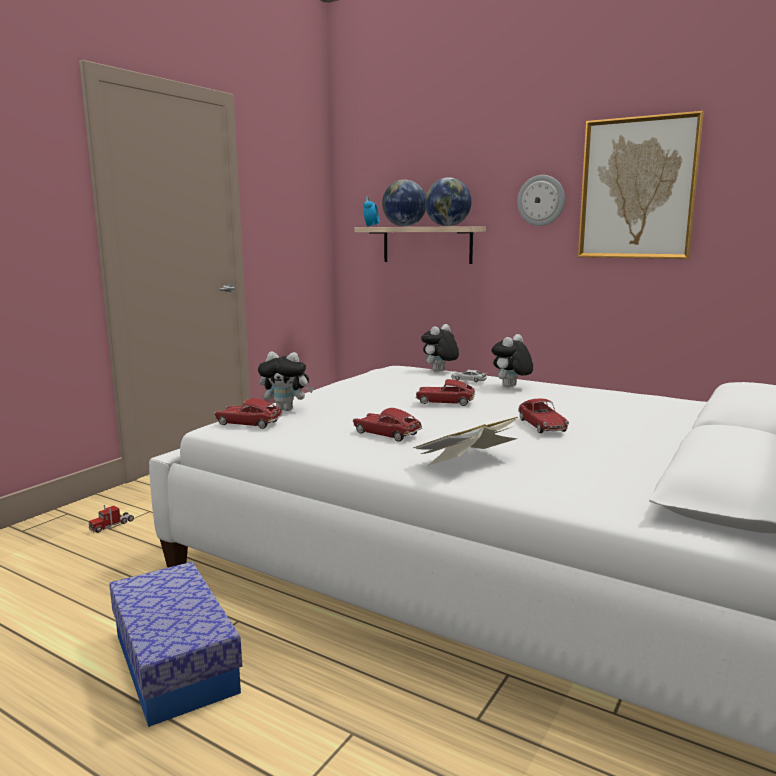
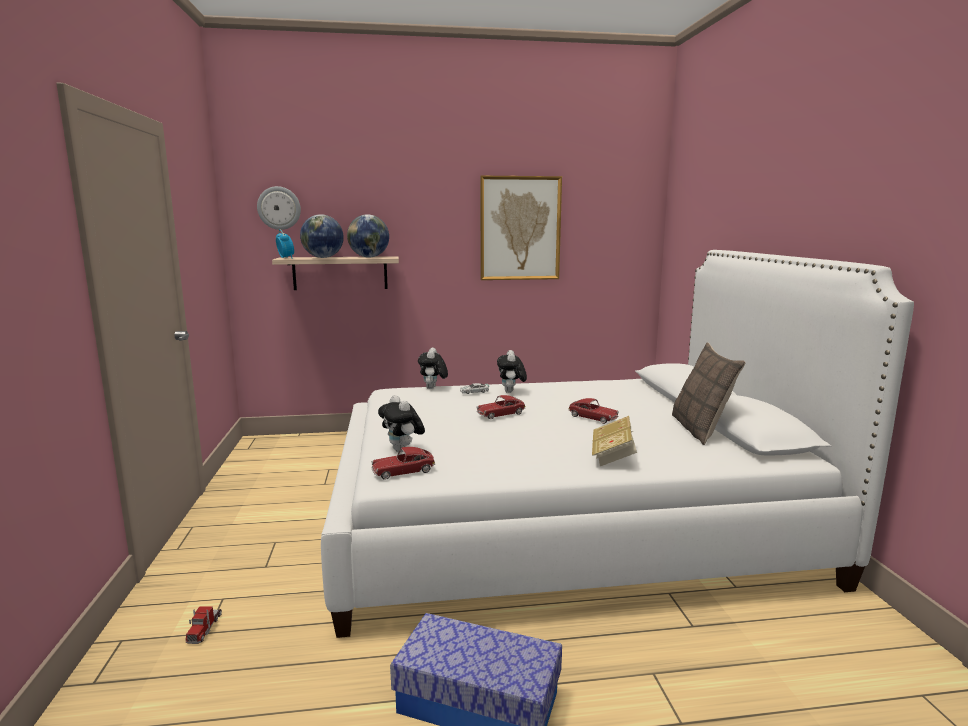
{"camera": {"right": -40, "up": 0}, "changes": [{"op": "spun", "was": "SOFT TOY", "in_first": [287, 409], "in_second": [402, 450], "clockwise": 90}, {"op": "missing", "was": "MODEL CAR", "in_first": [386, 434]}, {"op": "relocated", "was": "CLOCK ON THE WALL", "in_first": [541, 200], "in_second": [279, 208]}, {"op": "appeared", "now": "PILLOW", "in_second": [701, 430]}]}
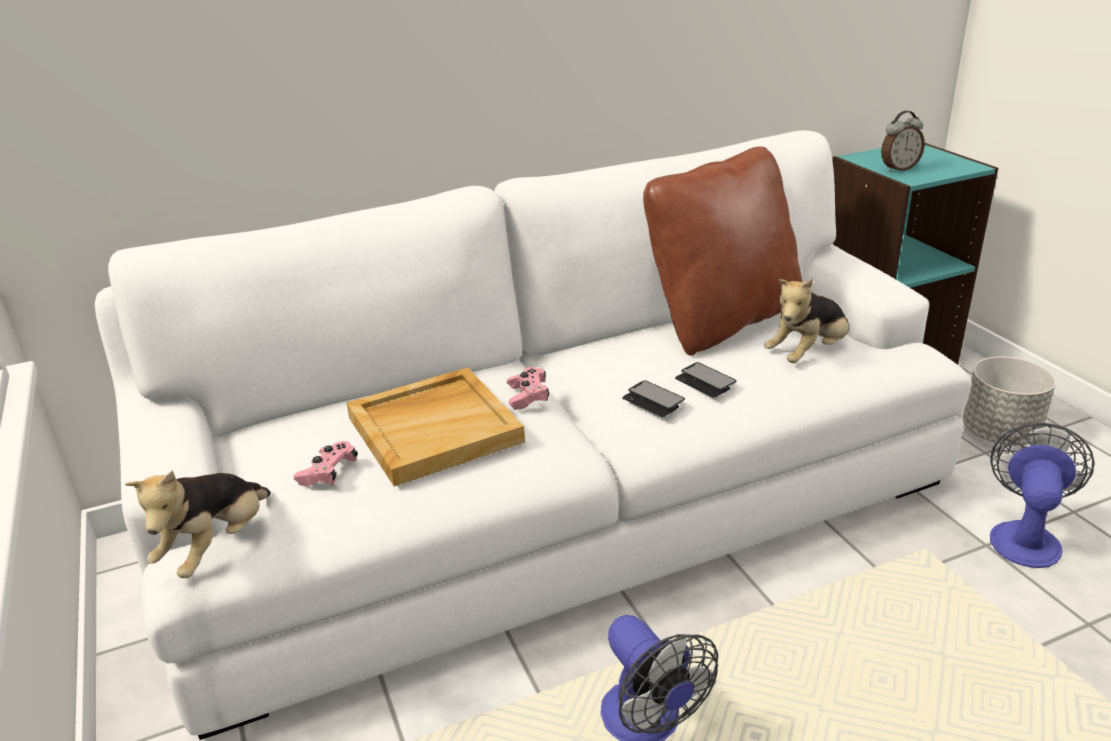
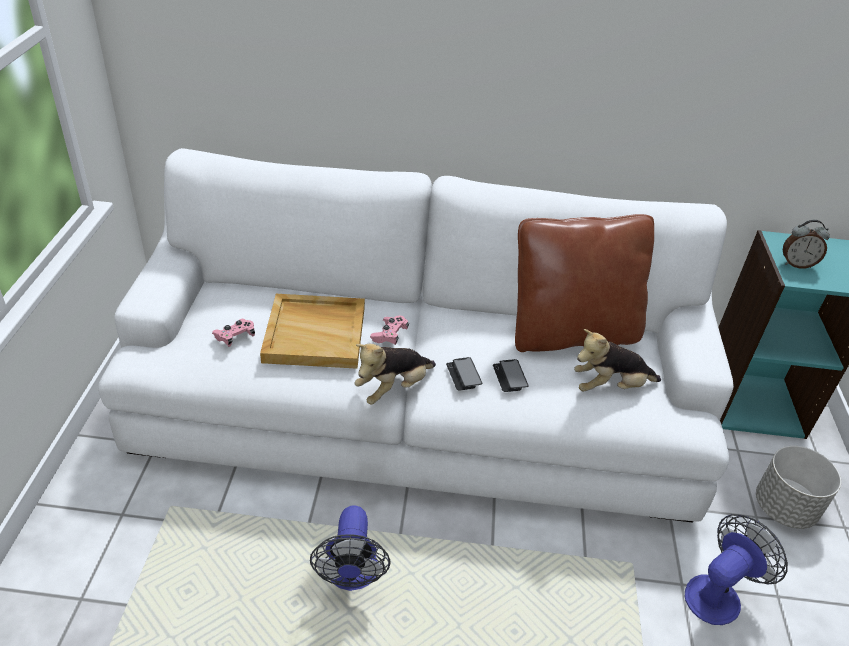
{"camera": {"right": 25, "up": 10}, "changes": [{"op": "relocated", "was": "SOFT TOY", "in_first": [216, 547], "in_second": [393, 388]}]}
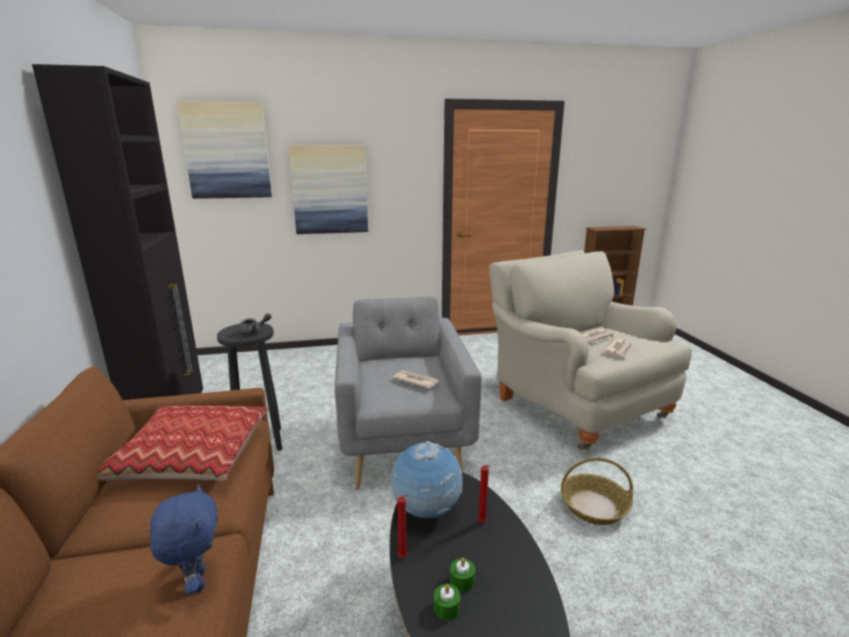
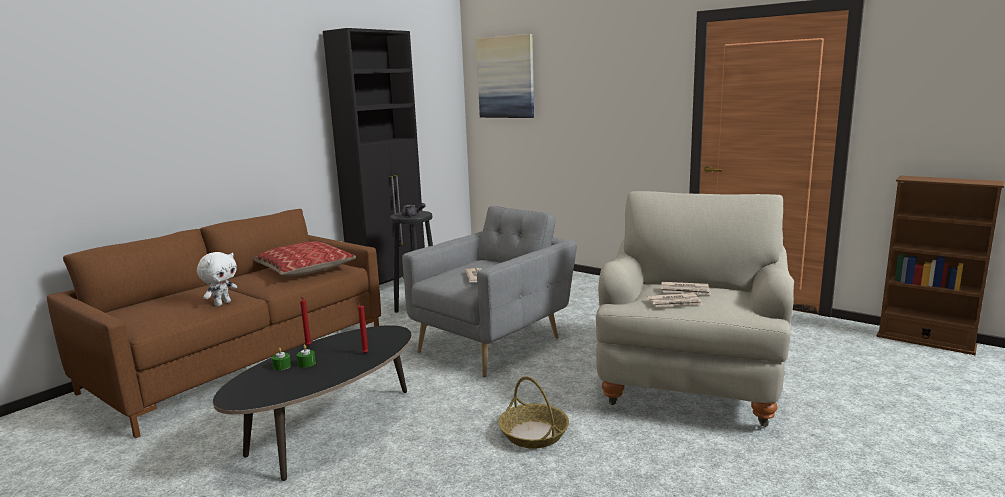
{"camera": {"right": 50, "up": -5}, "changes": [{"op": "colour", "was": "BLUE-COLOURED SOFT TOY", "now": "WHITE-COLOURED SOFT TOY", "in_first": [196, 581], "in_second": [222, 303]}, {"op": "missing", "was": "WALL ART", "in_first": [330, 190]}, {"op": "missing", "was": "GLOBE", "in_first": [426, 511]}]}
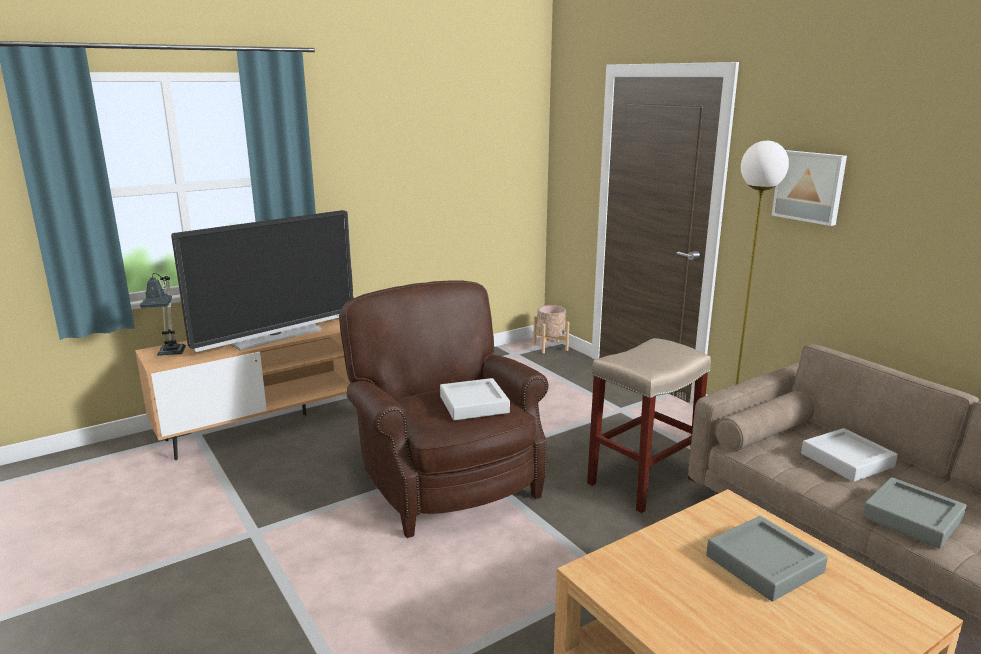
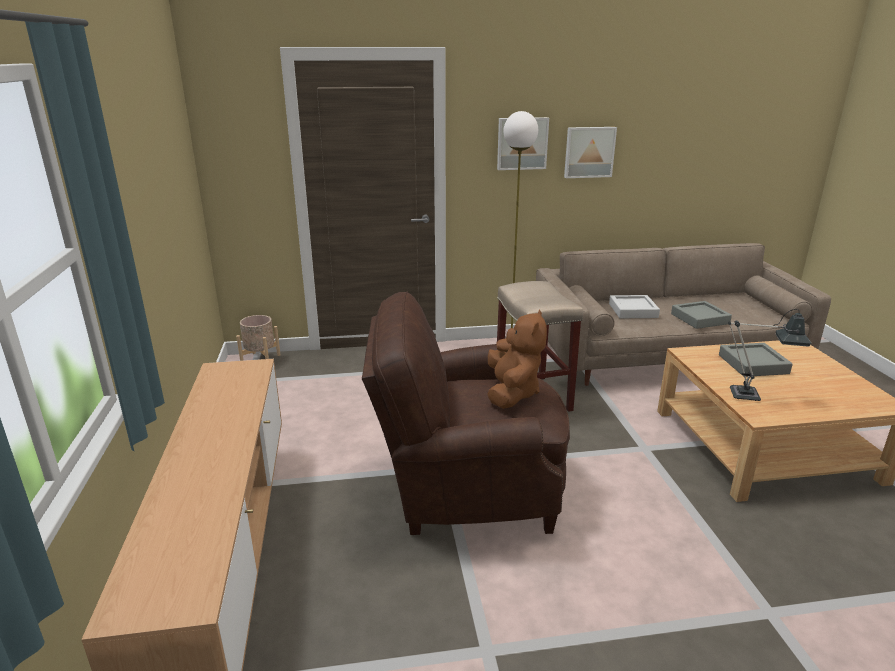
{"camera": {"right": -65, "up": 5}, "changes": [{"op": "relocated", "was": "TABLE LAMP", "in_first": [170, 354], "in_second": [752, 395]}, {"op": "missing", "was": "TV", "in_first": [276, 336]}, {"op": "exchanged", "was": "GRAY SERVING TRAY", "now": "BROWNISH SOFT TOY", "in_first": [474, 404], "in_second": [512, 393]}, {"op": "appeared", "now": "WALL ART", "in_second": [589, 152]}]}
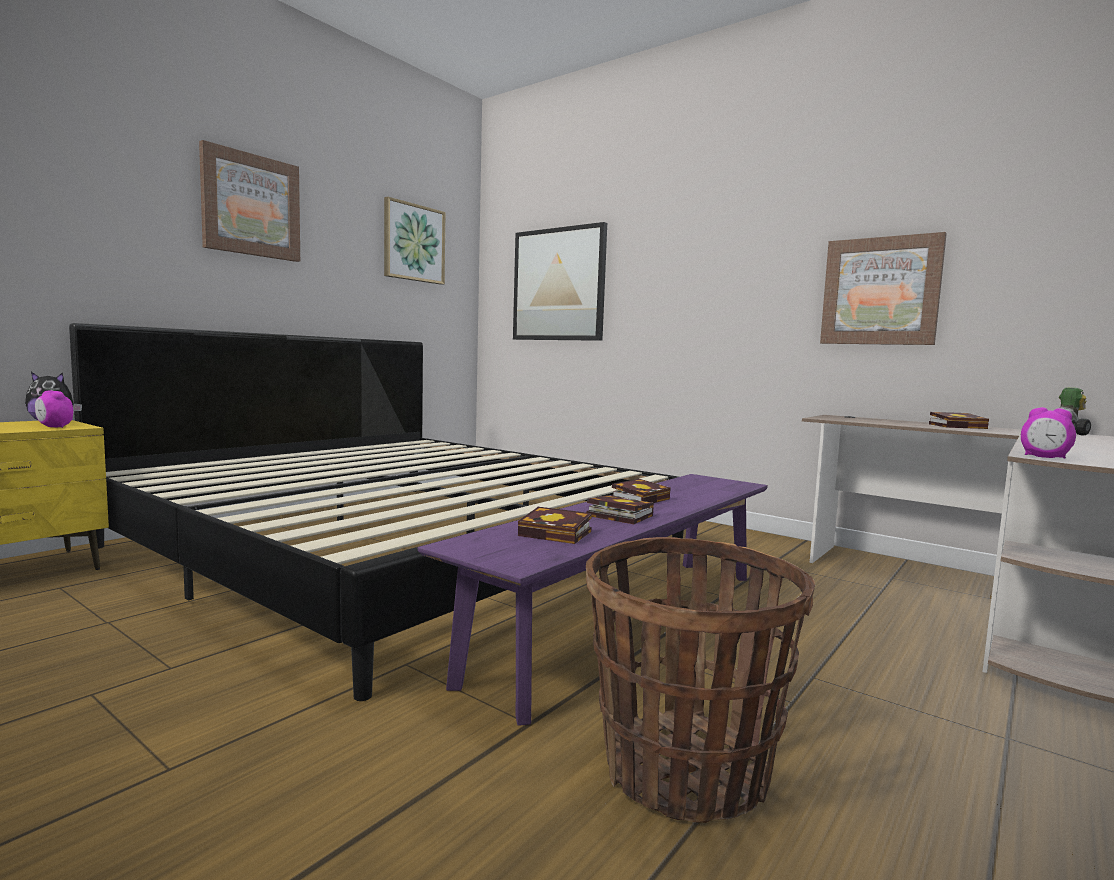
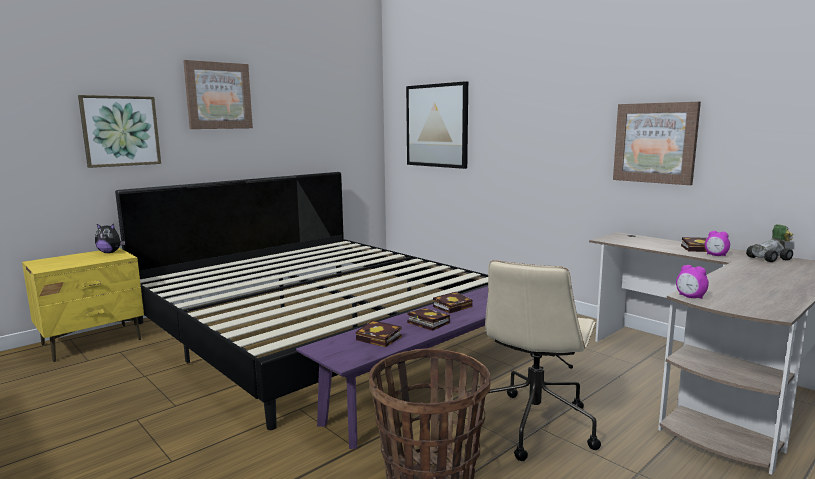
{"camera": {"right": 10, "up": 5}, "changes": [{"op": "relocated", "was": "ALARM CLOCK", "in_first": [54, 427], "in_second": [716, 255]}, {"op": "relocated", "was": "WALL ART", "in_first": [414, 243], "in_second": [120, 131]}, {"op": "appeared", "now": "BEIGE DESK CHAIR", "in_second": [534, 424]}]}
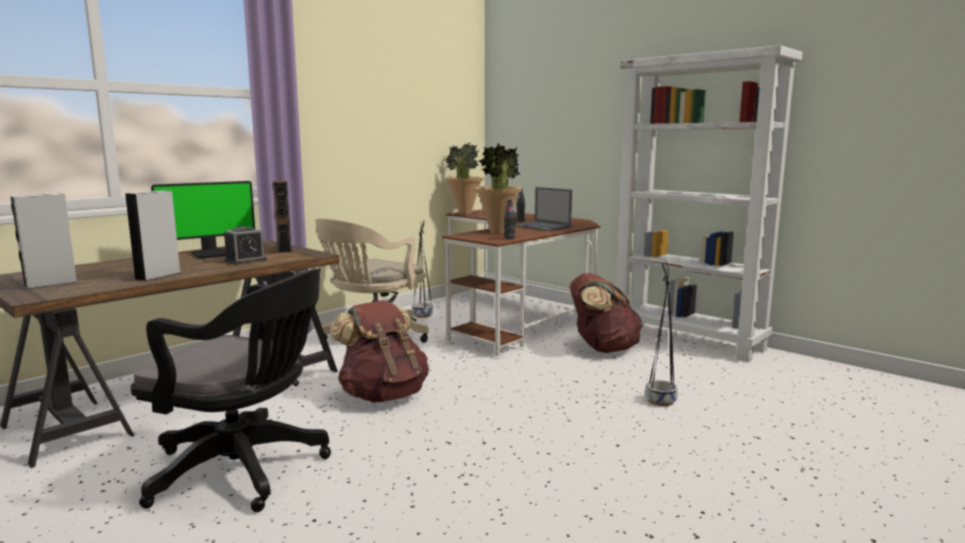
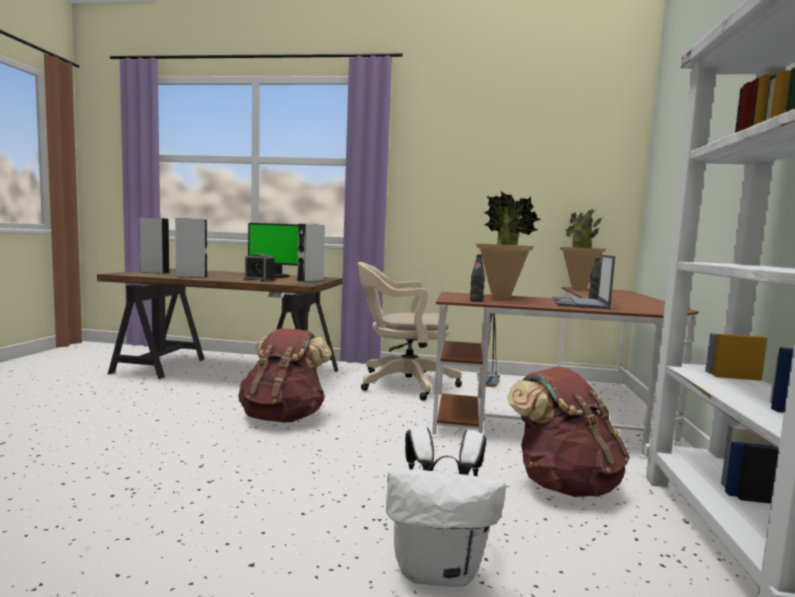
{"camera": {"right": 55, "up": -5}, "changes": [{"op": "missing", "was": "BLACKISH DESK CHAIR", "in_first": [245, 471]}, {"op": "colour", "was": "BROWNISH SPEAKER", "now": "GRAY SPEAKER", "in_first": [284, 250], "in_second": [310, 280]}, {"op": "exchanged", "was": "BLACKISH PLANTER", "now": "WHITE-COLOURED RUCKSACK", "in_first": [660, 400], "in_second": [439, 569]}]}
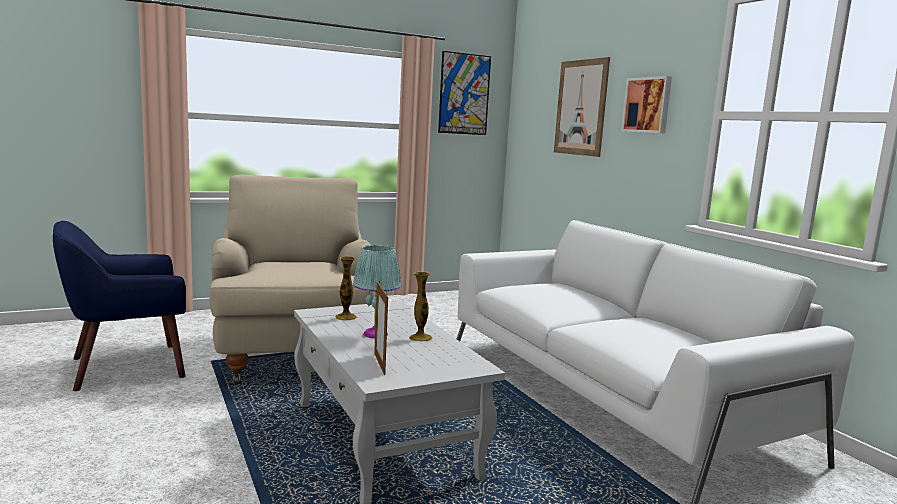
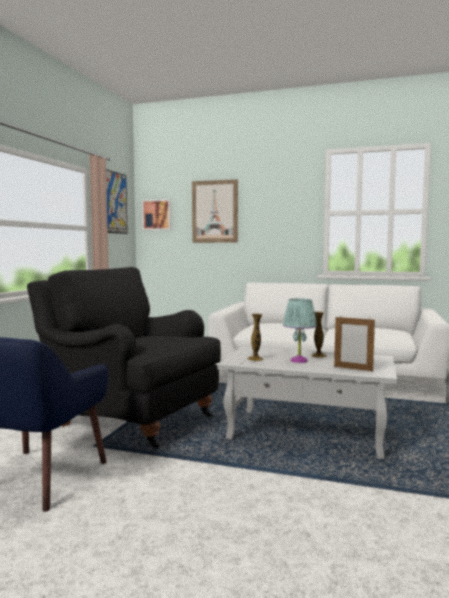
{"camera": {"right": -45, "up": -5}, "changes": [{"op": "colour", "was": "BEIGE ARMCHAIR", "now": "BLACKISH ARMCHAIR", "in_first": [294, 351], "in_second": [130, 418]}, {"op": "relocated", "was": "WALL ART", "in_first": [648, 105], "in_second": [157, 215]}]}
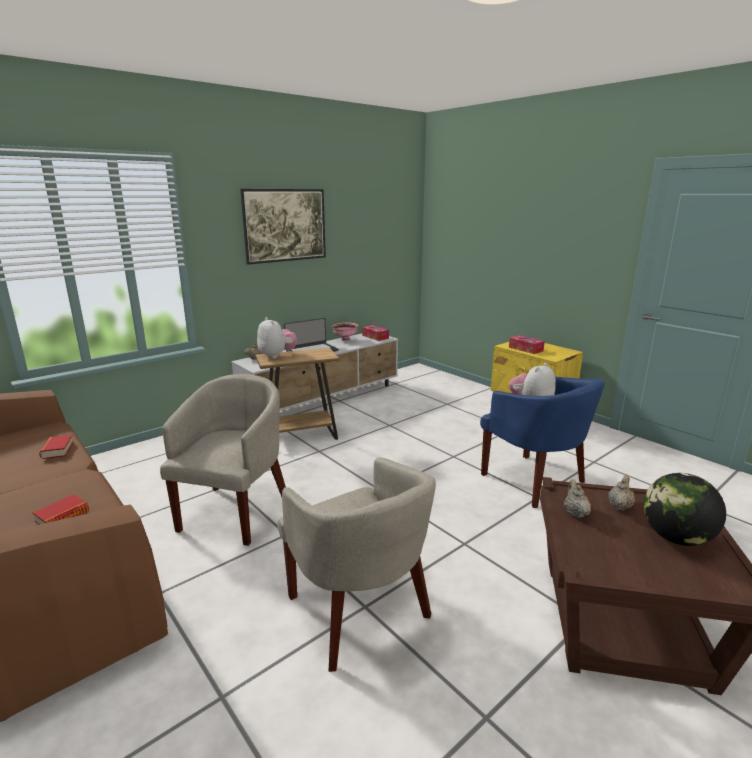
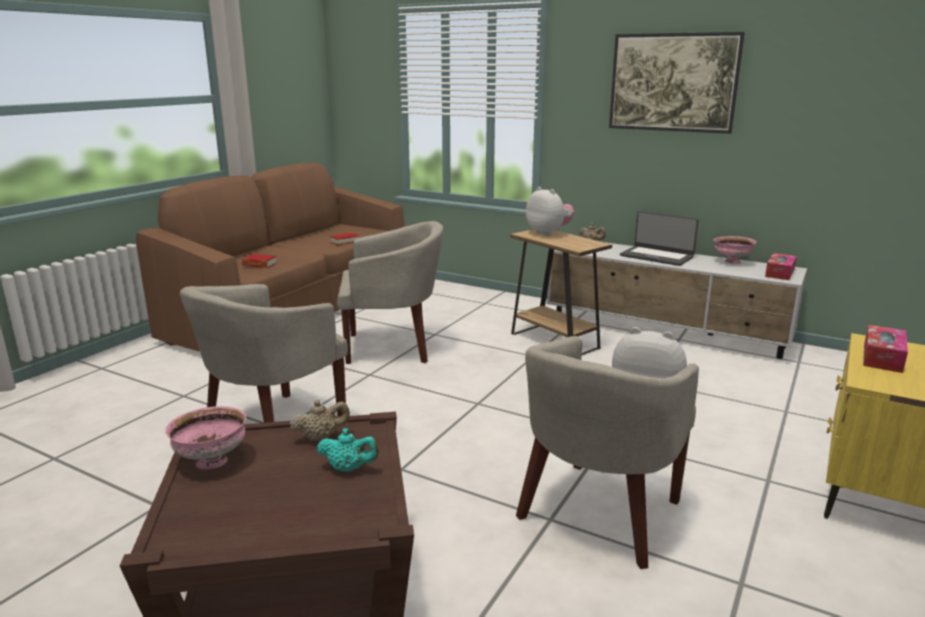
{"camera": {"right": 70, "up": 0}, "changes": [{"op": "spun", "was": "SOFT TOY", "in_first": [277, 355], "in_second": [548, 233], "clockwise": -75}, {"op": "colour", "was": "BLUE-COLOURED ARMCHAIR", "now": "BEIGE ARMCHAIR", "in_first": [535, 481], "in_second": [598, 514]}, {"op": "colour", "was": "BEIGE TEA POT", "now": "TURQUOISE TEA POT", "in_first": [619, 506], "in_second": [349, 468]}, {"op": "missing", "was": "GLOBE", "in_first": [676, 538]}, {"op": "appeared", "now": "PINKISH BOWL", "in_second": [211, 461]}]}
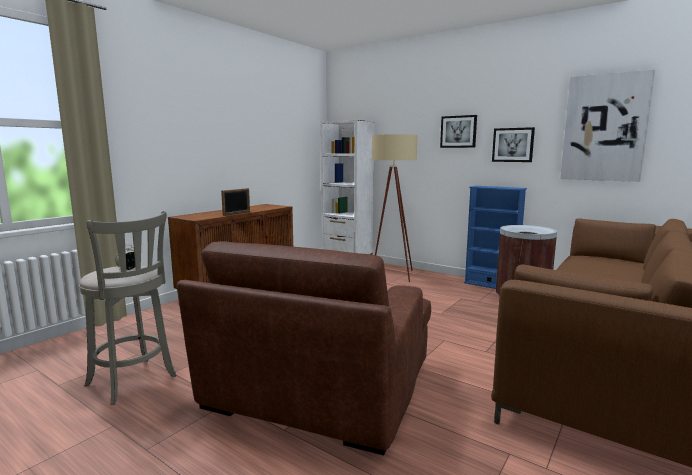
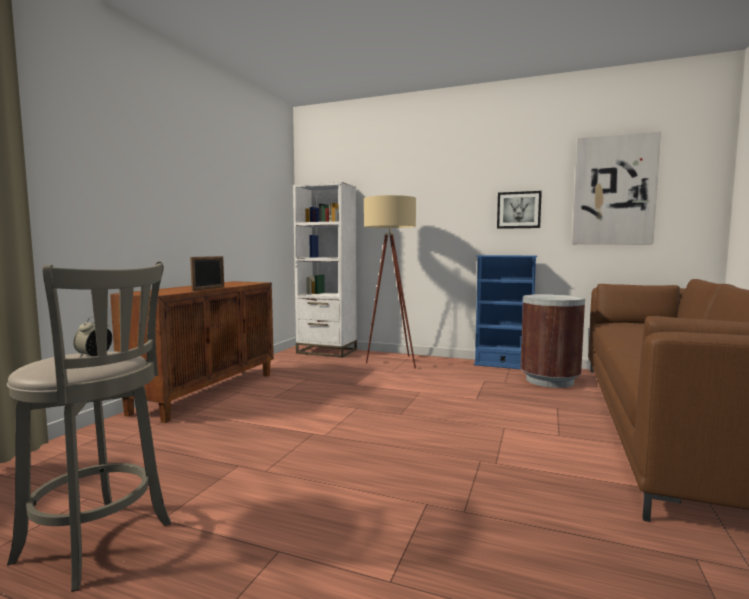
{"camera": {"right": -15, "up": -5}, "changes": [{"op": "missing", "was": "BROWNISH ARMCHAIR", "in_first": [321, 384]}, {"op": "missing", "was": "WALL ART", "in_first": [458, 131]}]}
